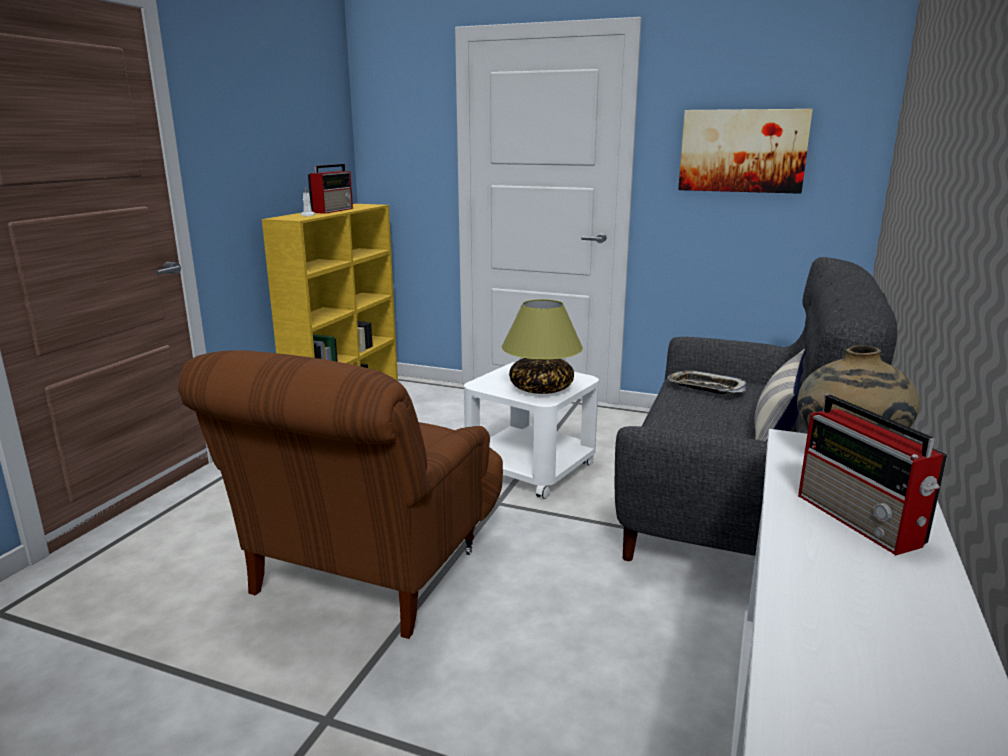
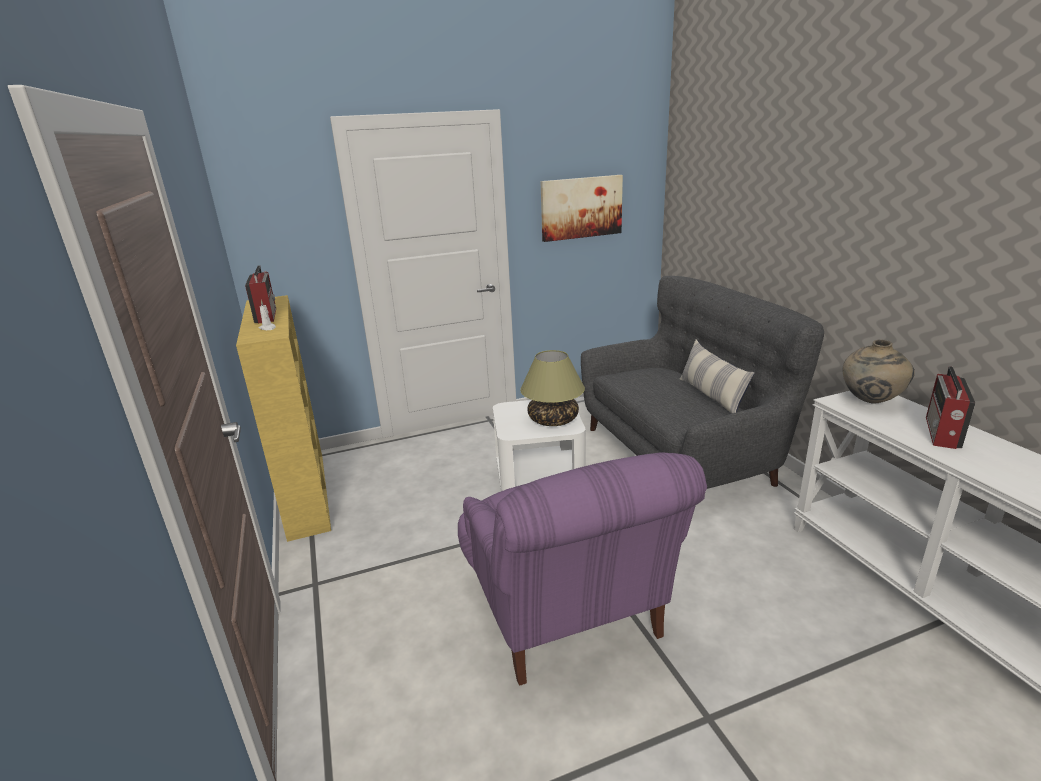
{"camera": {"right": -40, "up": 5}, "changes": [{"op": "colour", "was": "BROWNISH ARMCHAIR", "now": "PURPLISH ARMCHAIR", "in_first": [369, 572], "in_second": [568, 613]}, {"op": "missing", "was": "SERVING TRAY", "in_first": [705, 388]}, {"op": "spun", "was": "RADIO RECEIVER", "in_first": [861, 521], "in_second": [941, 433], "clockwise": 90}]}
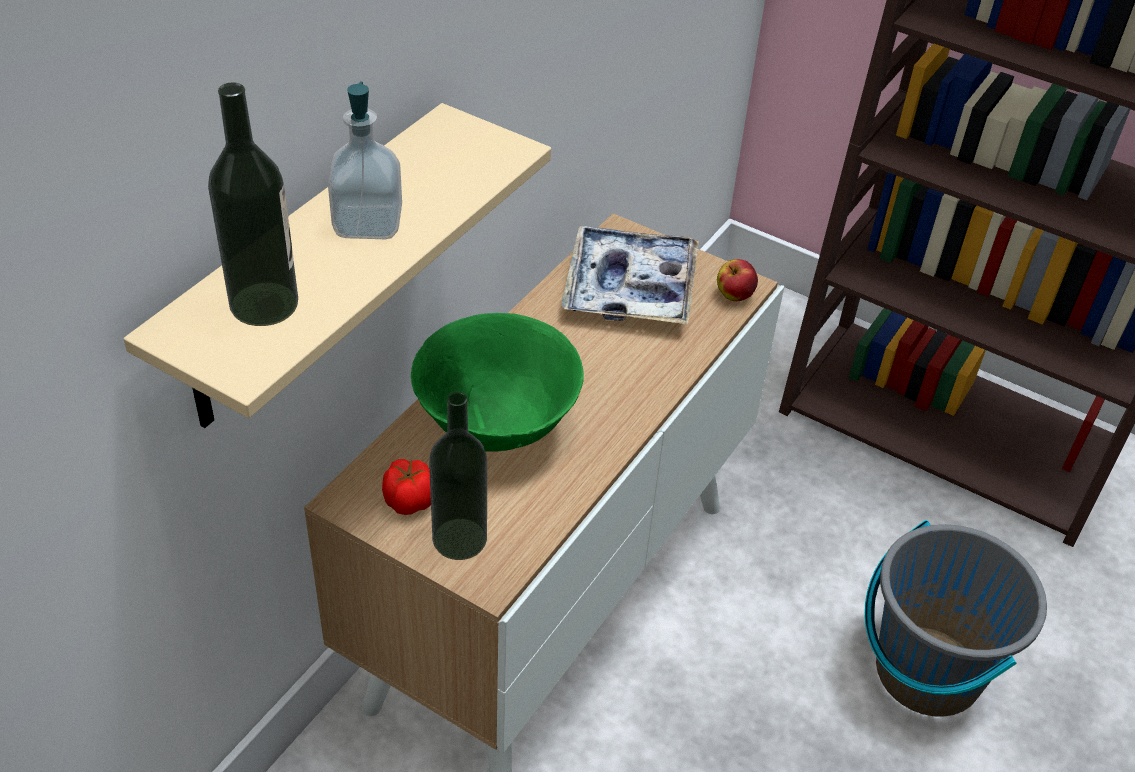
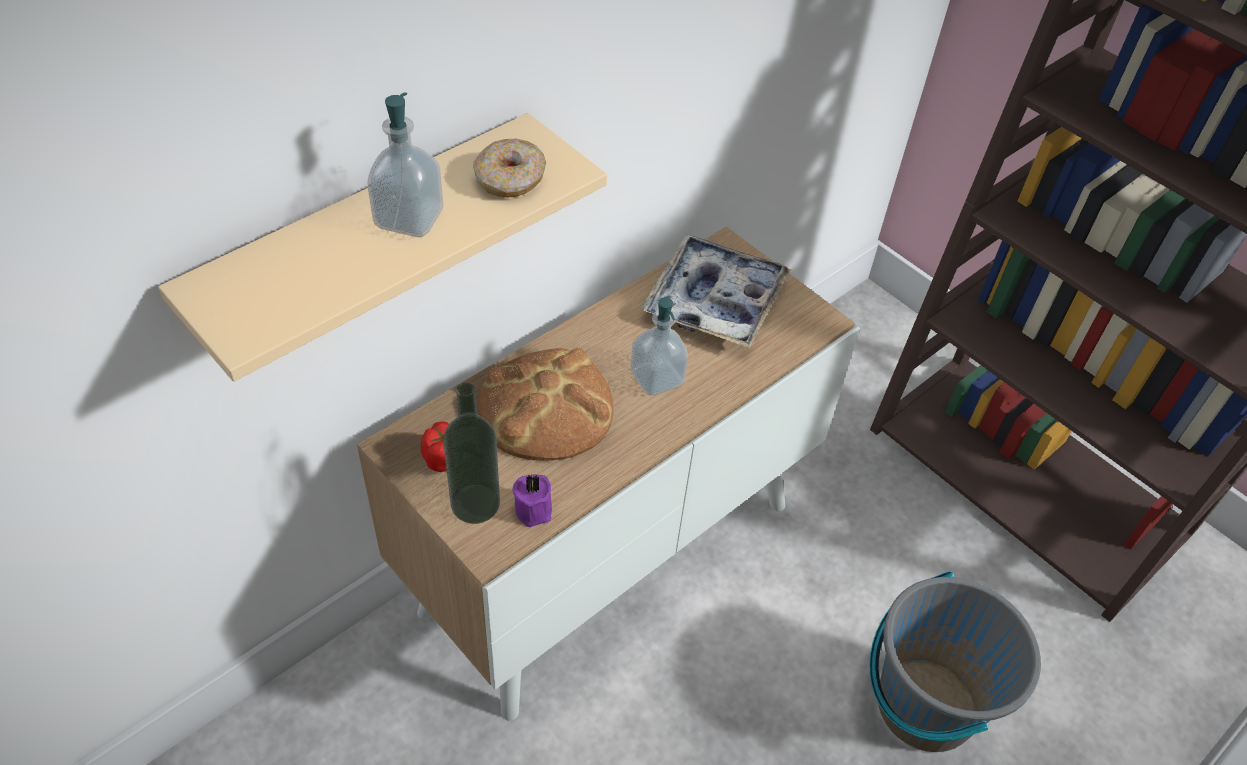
{"camera": {"right": 15, "up": 5}, "changes": [{"op": "missing", "was": "BEVERAGE BOTTLE", "in_first": [264, 304]}, {"op": "exchanged", "was": "GREENISH BOWL", "now": "BAKERY BREAD", "in_first": [497, 427], "in_second": [546, 408]}, {"op": "missing", "was": "APPLE", "in_first": [734, 296]}, {"op": "appeared", "now": "DOUGHNUT", "in_second": [510, 179]}, {"op": "appeared", "now": "PURPLISH WAX LIGHT", "in_second": [535, 508]}, {"op": "appeared", "now": "LIQUID SOAP BOTTLE", "in_second": [656, 378]}]}
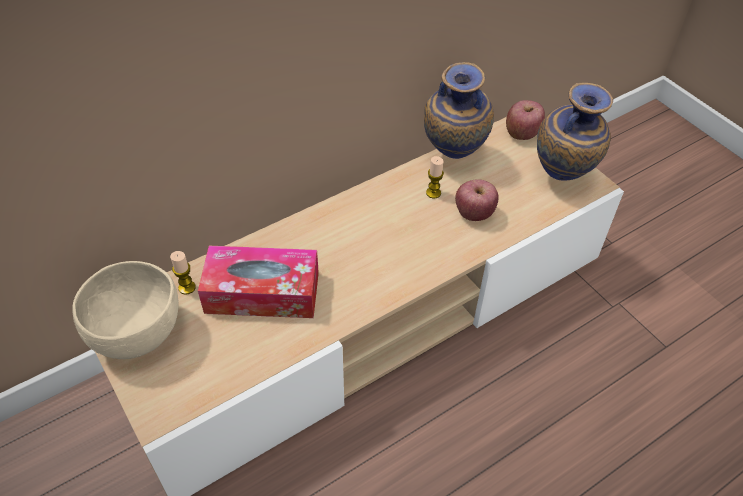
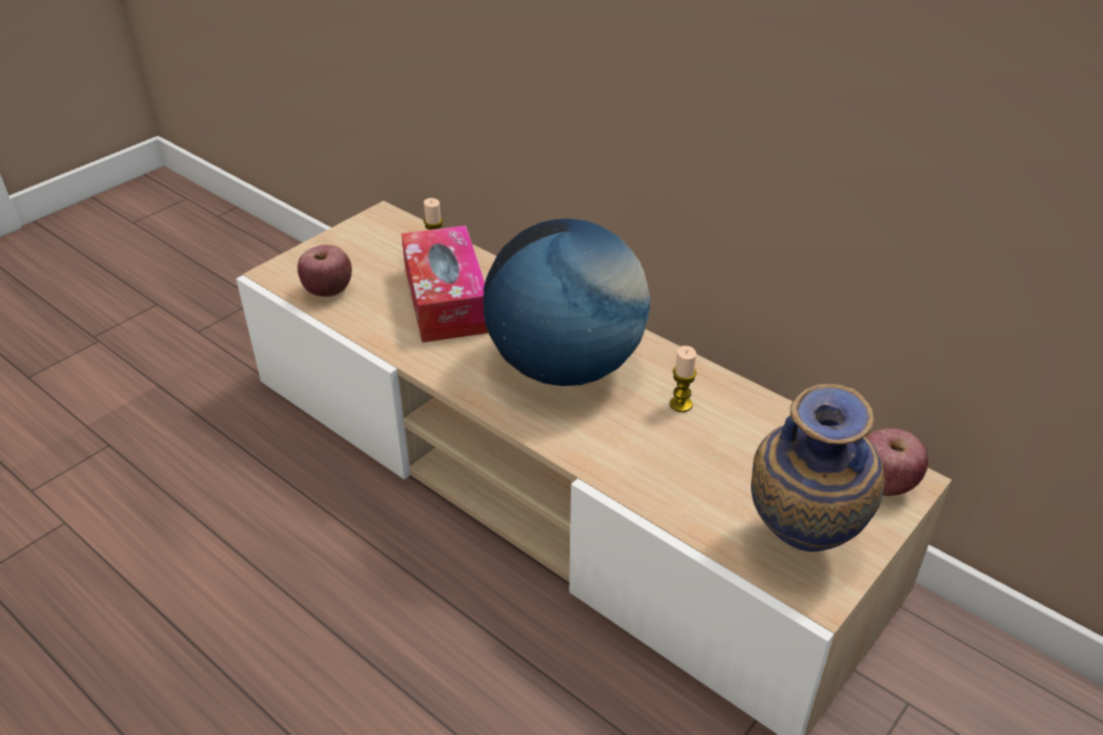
{"camera": {"right": 75, "up": -10}, "changes": [{"op": "missing", "was": "BEIGE BOWL", "in_first": [139, 334]}, {"op": "missing", "was": "VASE", "in_first": [452, 158]}, {"op": "relocated", "was": "APPLE", "in_first": [474, 213], "in_second": [328, 291]}, {"op": "appeared", "now": "GLOBE", "in_second": [565, 367]}]}
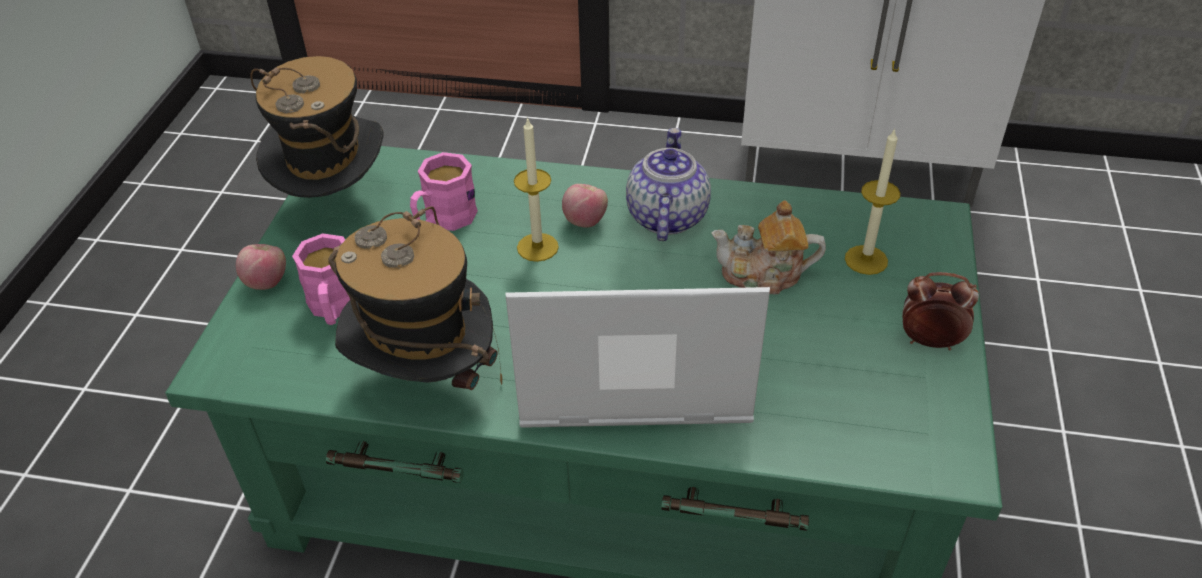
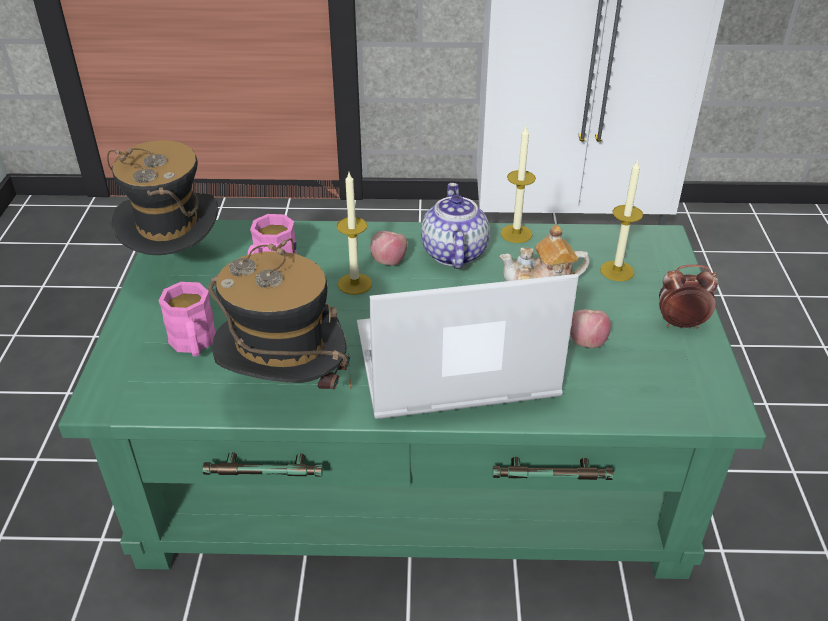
{"camera": {"right": -10, "up": -5}, "changes": [{"op": "relocated", "was": "APPLE", "in_first": [266, 282], "in_second": [587, 342]}, {"op": "appeared", "now": "WAX LIGHT", "in_second": [516, 234]}]}
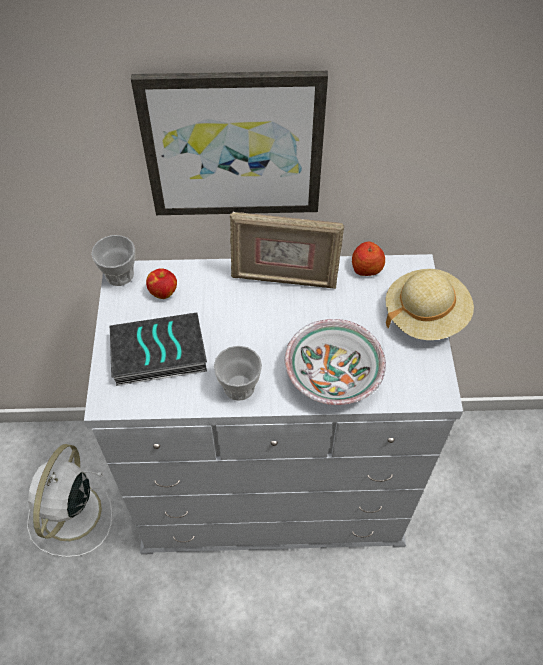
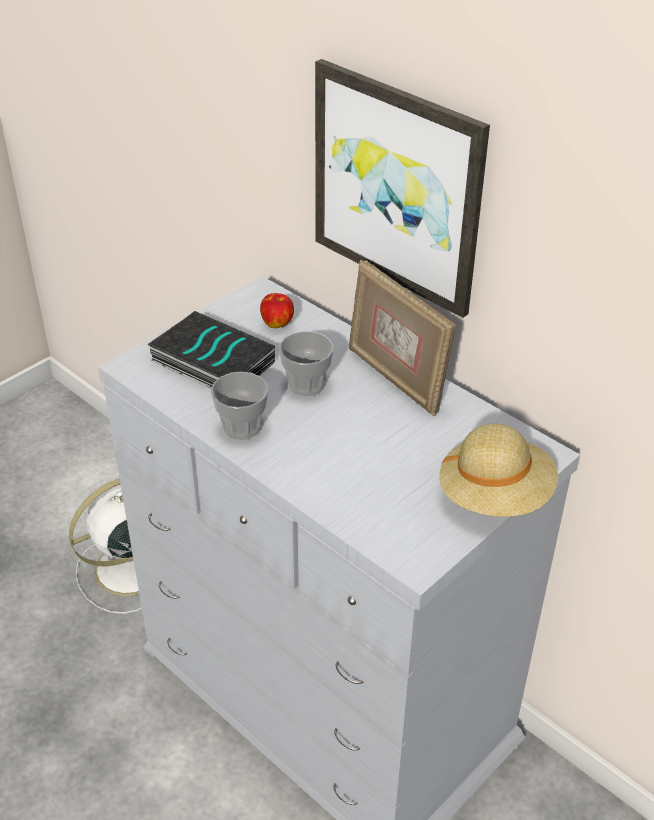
{"camera": {"right": 45, "up": -15}, "changes": [{"op": "relocated", "was": "CUP", "in_first": [119, 275], "in_second": [306, 385]}, {"op": "missing", "was": "BOWL", "in_first": [334, 375]}, {"op": "missing", "was": "APPLE", "in_first": [366, 268]}]}
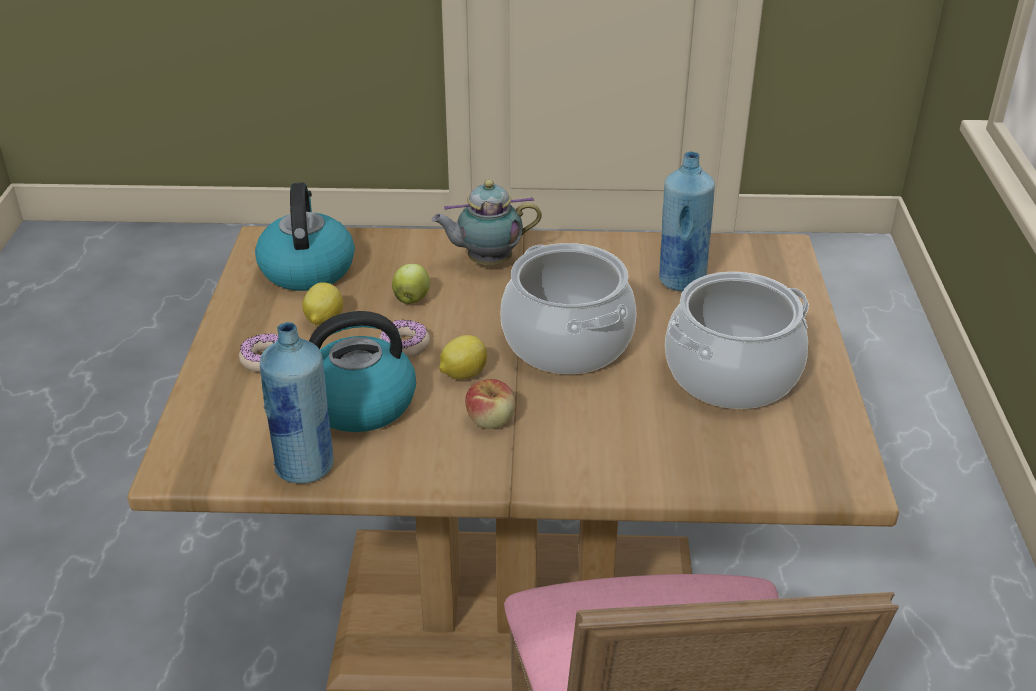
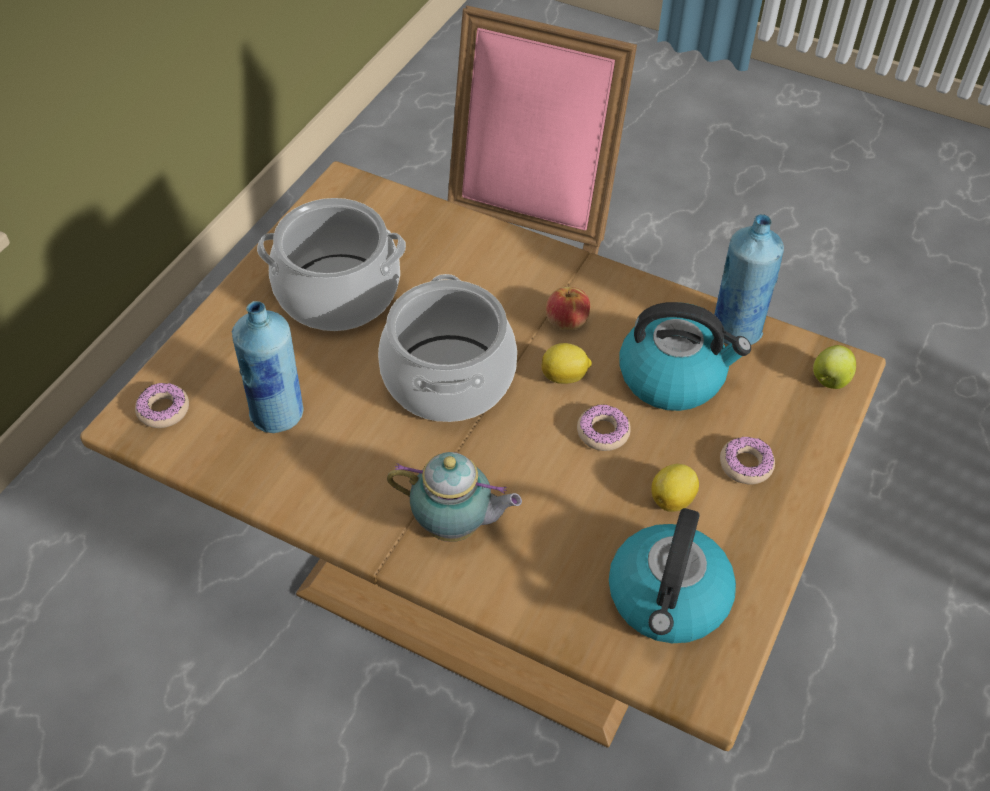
{"camera": {"right": -155, "up": 15}, "changes": [{"op": "relocated", "was": "APPLE", "in_first": [412, 299], "in_second": [829, 380]}, {"op": "appeared", "now": "DOUGHNUT", "in_second": [163, 410]}]}
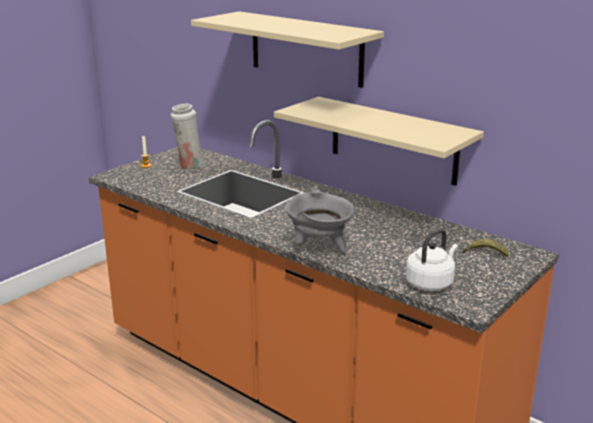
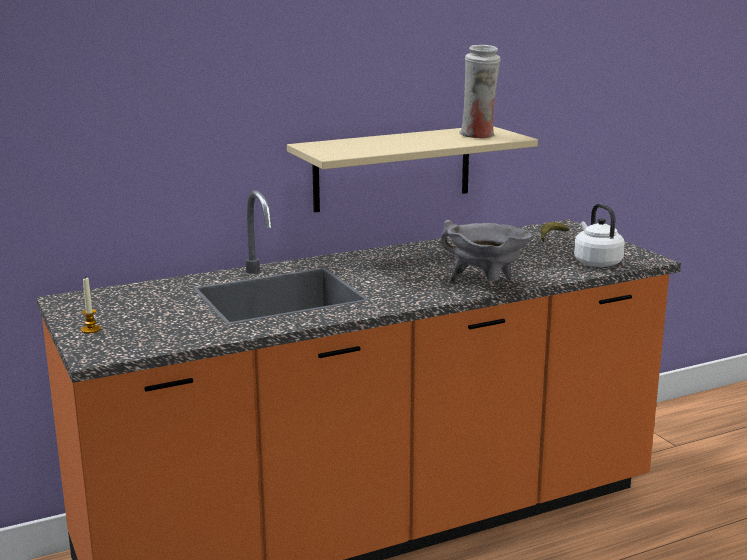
{"camera": {"right": -65, "up": -5}, "changes": [{"op": "relocated", "was": "WHITE-COLOURED VASE", "in_first": [189, 166], "in_second": [479, 136]}, {"op": "missing", "was": "BEIGE SHELF", "in_first": [306, 48]}]}
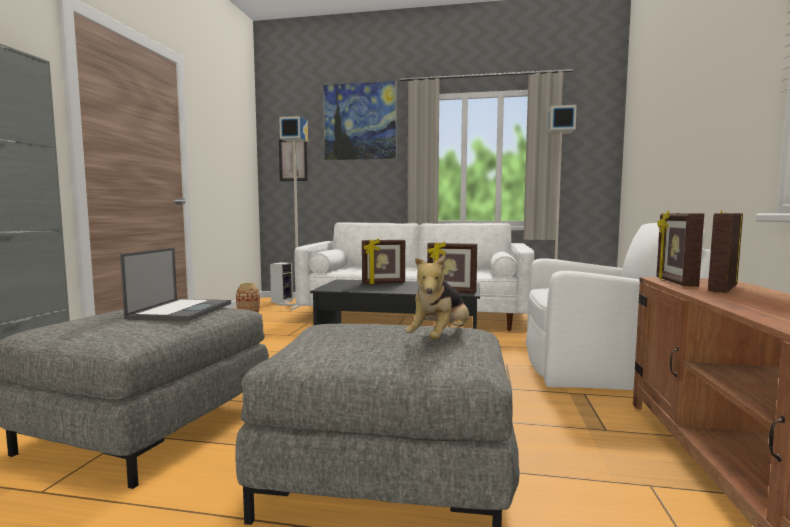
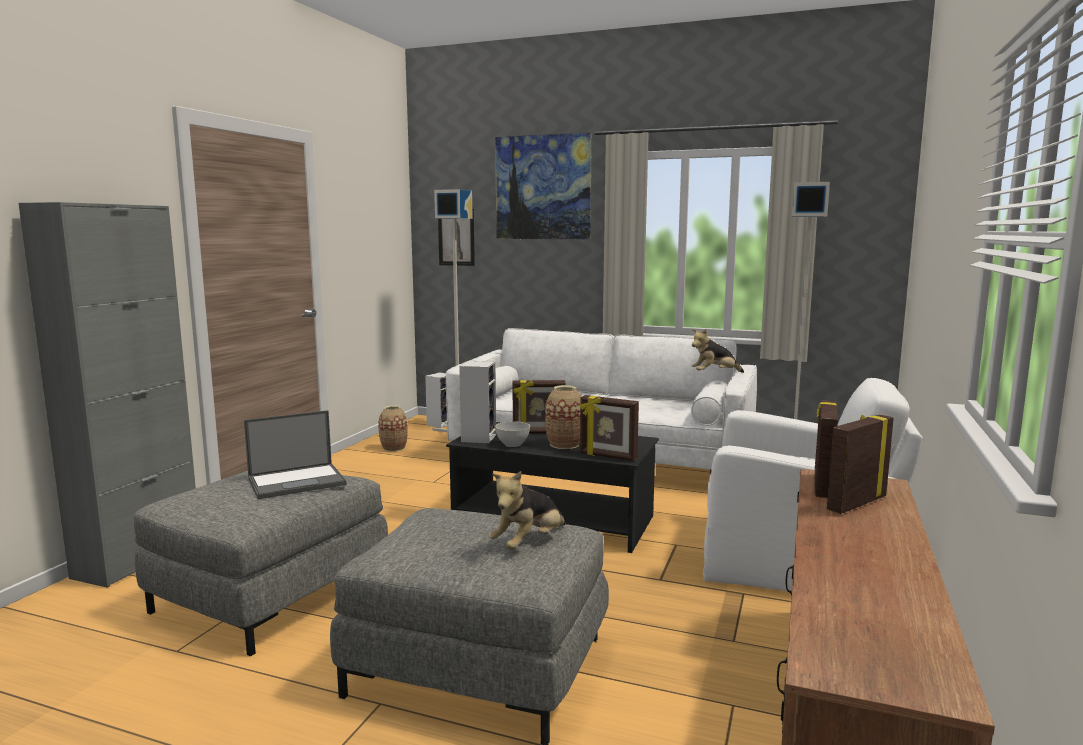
{"camera": {"right": 10, "up": 5}, "changes": [{"op": "spun", "was": "LAPTOP", "in_first": [181, 310], "in_second": [298, 481], "clockwise": 45}, {"op": "appeared", "now": "SPEAKER", "in_second": [478, 437]}, {"op": "appeared", "now": "GRAY BOWL", "in_second": [512, 444]}, {"op": "appeared", "now": "VASE", "in_second": [564, 444]}, {"op": "appeared", "now": "SOFT TOY", "in_second": [714, 374]}]}
